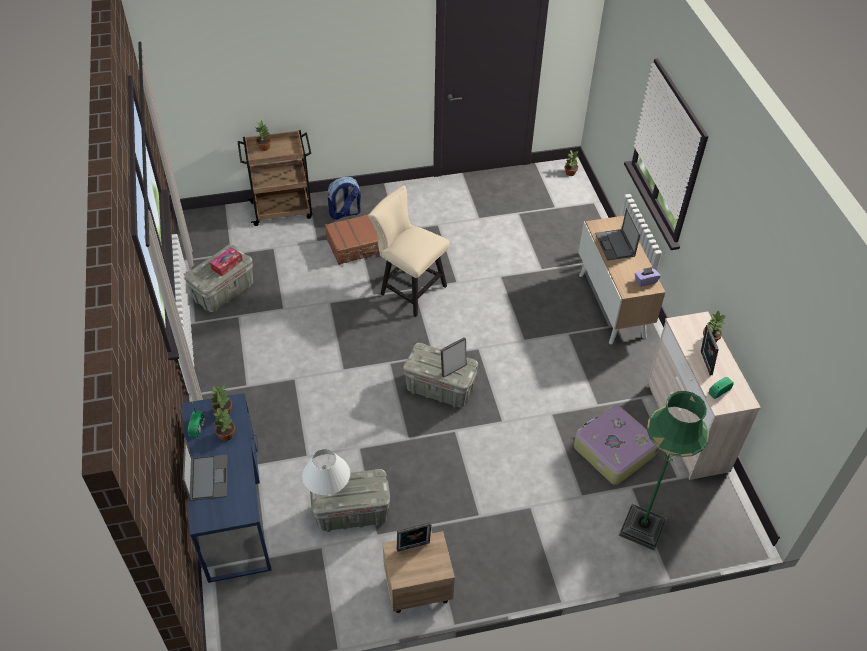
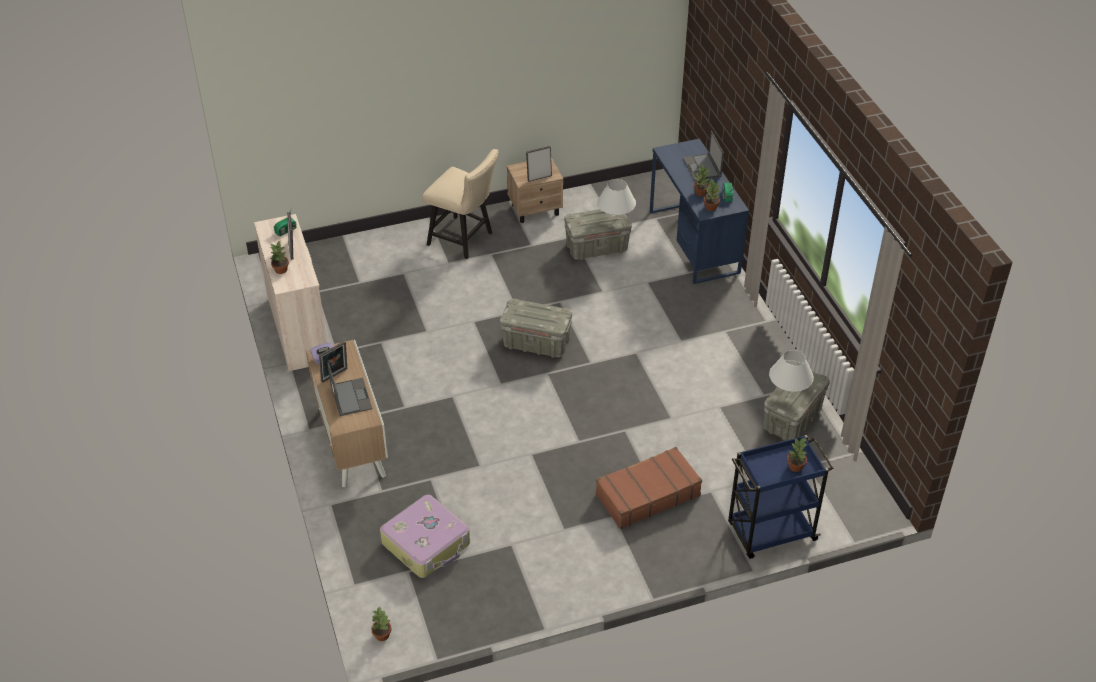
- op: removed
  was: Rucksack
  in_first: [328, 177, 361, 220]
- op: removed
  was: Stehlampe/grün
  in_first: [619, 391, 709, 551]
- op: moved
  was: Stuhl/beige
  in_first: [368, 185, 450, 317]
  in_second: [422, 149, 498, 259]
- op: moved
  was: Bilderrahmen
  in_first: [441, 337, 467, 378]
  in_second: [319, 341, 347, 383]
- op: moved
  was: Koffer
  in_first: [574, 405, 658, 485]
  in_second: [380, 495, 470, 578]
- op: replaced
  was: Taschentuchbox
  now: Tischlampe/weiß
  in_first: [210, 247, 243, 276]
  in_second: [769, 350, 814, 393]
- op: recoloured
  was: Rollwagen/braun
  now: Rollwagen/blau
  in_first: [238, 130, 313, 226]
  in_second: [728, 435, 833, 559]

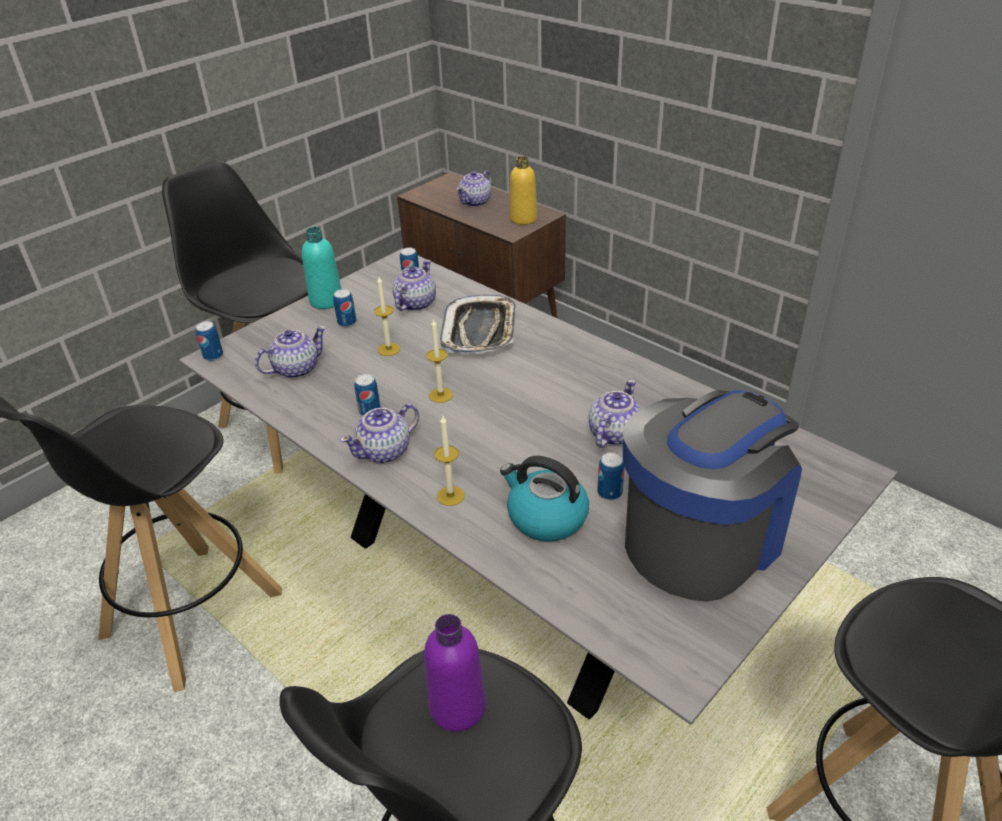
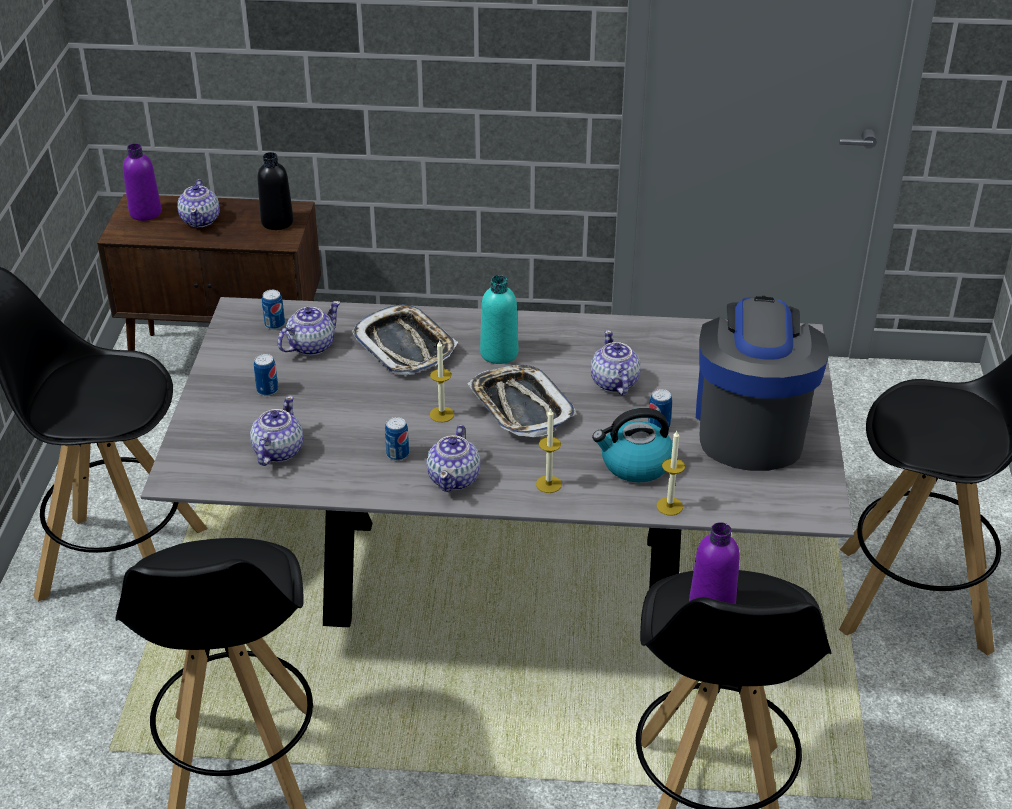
- op: removed
  was: Dose
  in_first: [196, 321, 223, 361]
- op: added
  now: Flasche/lila
  in_second: [123, 143, 162, 221]
- op: added
  now: Tablett
  in_second: [467, 365, 577, 437]
- op: moved
  was: Flasche/türkis
  in_first: [302, 227, 341, 309]
  in_second: [480, 275, 518, 364]
- op: moved
  was: Kerze
  in_first: [374, 277, 400, 356]
  in_second: [657, 431, 685, 515]
- op: recoloured
  was: Flasche/gelb
  now: Flasche/schwarz
  in_first: [510, 156, 537, 225]
  in_second: [258, 152, 294, 230]
- op: turned
  was: Teekanne
  in_first: [392, 260, 436, 311]
  in_second: [278, 301, 340, 355]
  clockwise: 60

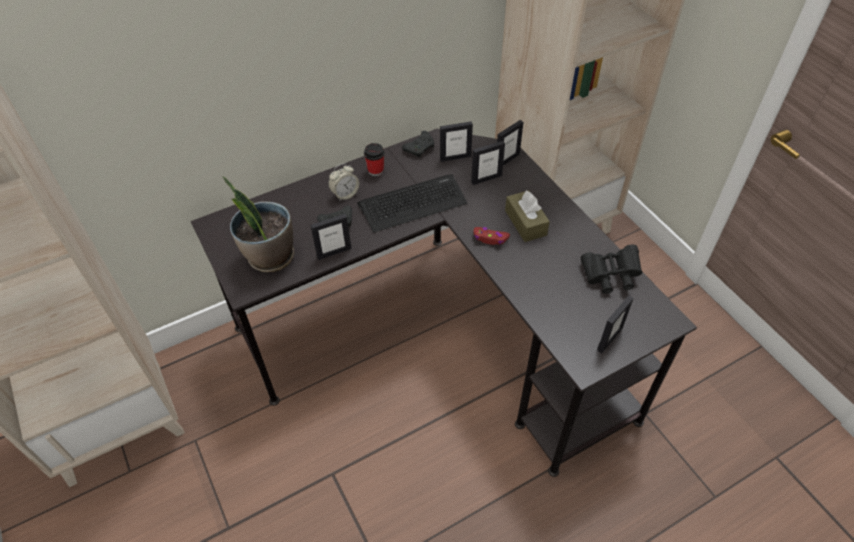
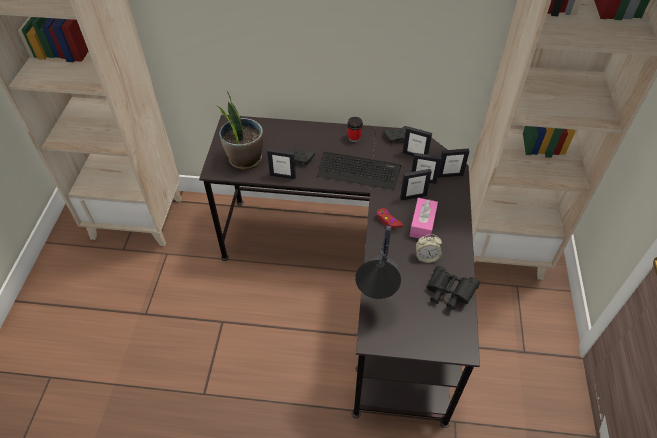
- op: added
  now: Tischlampe
  in_second: [355, 226, 401, 299]
- op: moved
  was: Wecker
  in_first: [328, 163, 359, 202]
  in_second: [416, 234, 442, 263]
- op: moved
  was: Bilderrahmen
  in_first: [597, 295, 634, 353]
  in_second: [400, 169, 432, 201]
- op: recoloured
  was: Taschentuchbox/braun
  now: Taschentuchbox/rosa
  in_first: [505, 190, 550, 242]
  in_second: [410, 198, 438, 238]

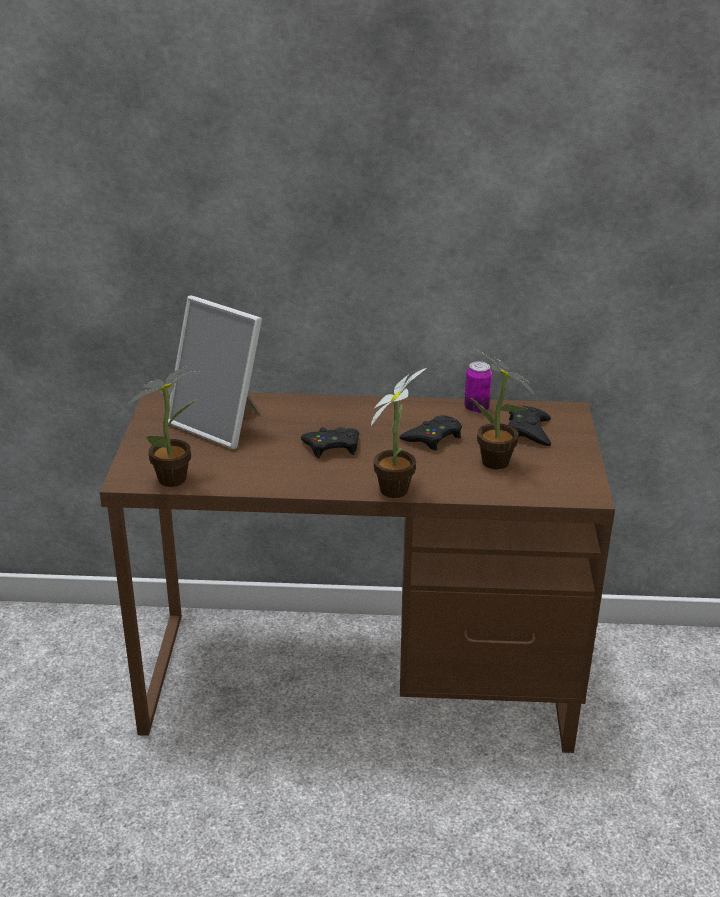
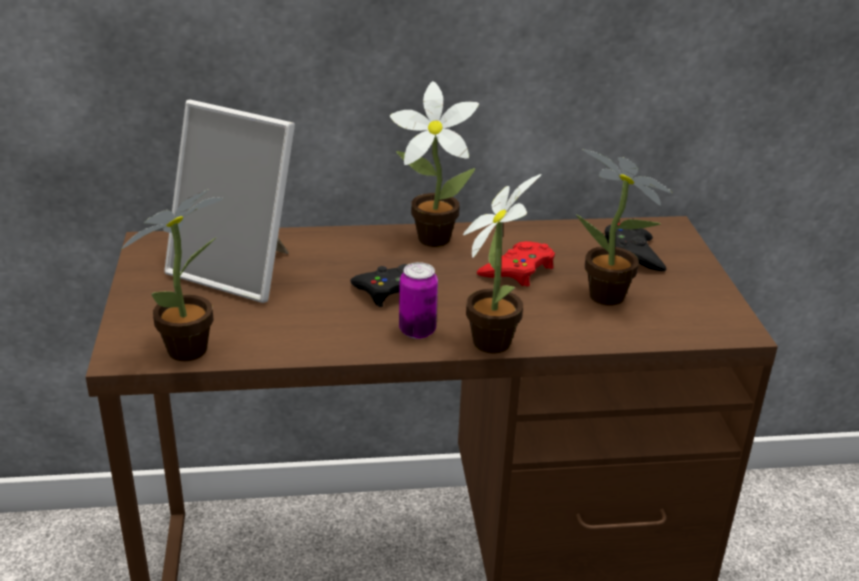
- op: added
  now: Topfpflanze
  in_second: [390, 81, 479, 247]
- op: moved
  was: Dose
  in_first: [464, 361, 492, 413]
  in_second: [399, 262, 438, 339]
- op: recoloured
  was: Gamepad/schwarz
  now: Gamepad/rot
  in_first: [400, 415, 462, 451]
  in_second: [477, 241, 555, 287]

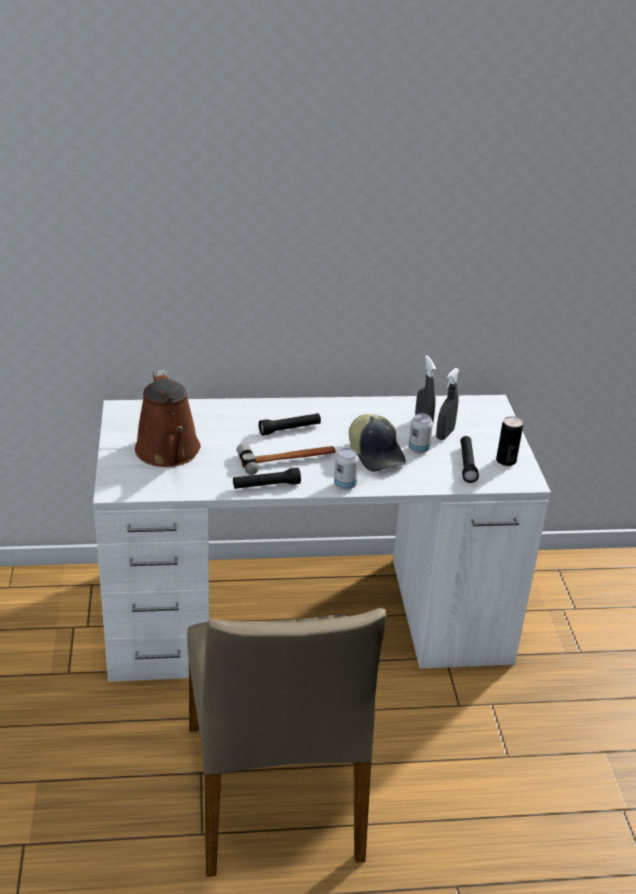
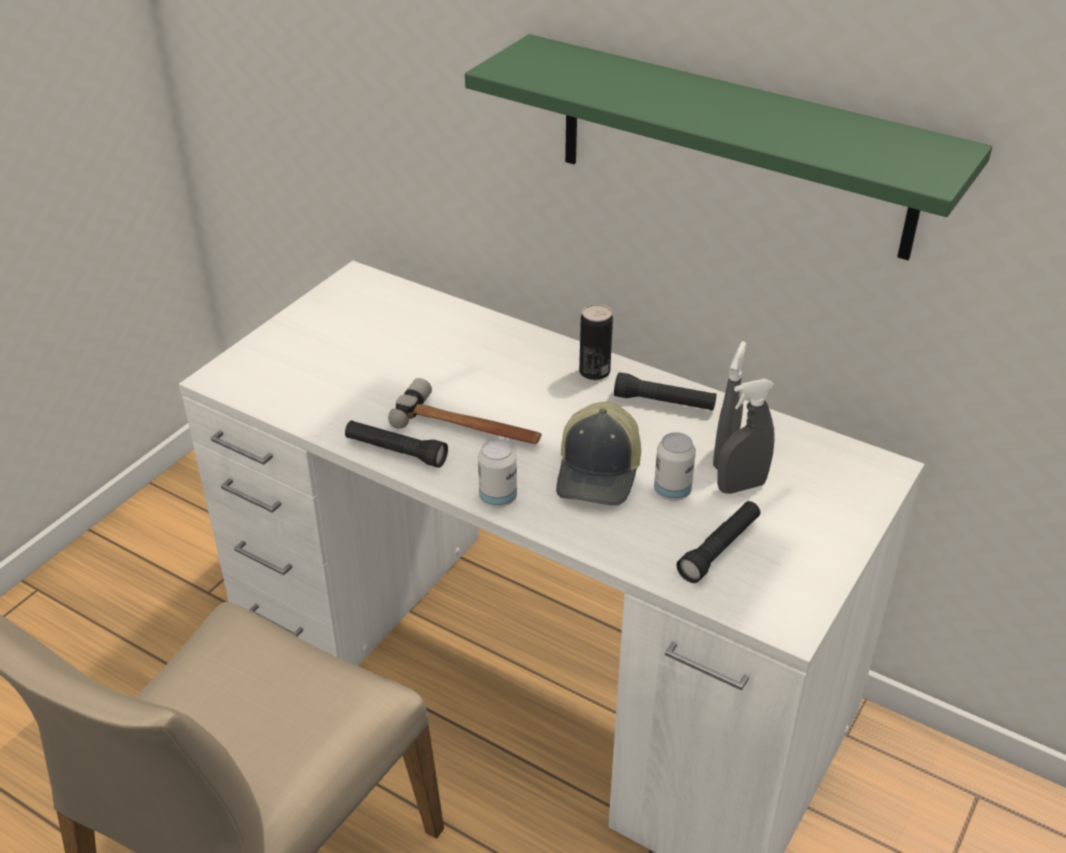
- op: removed
  was: Gießkanne/braun
  in_first: [135, 370, 201, 467]
- op: added
  now: Wandregal/grün
  in_second: [465, 34, 992, 260]
- op: moved
  was: Taschenlampe/schwarz
  in_first: [259, 413, 321, 436]
  in_second: [614, 372, 716, 411]
- op: moved
  was: Dose
  in_first: [496, 416, 523, 466]
  in_second: [579, 304, 613, 380]

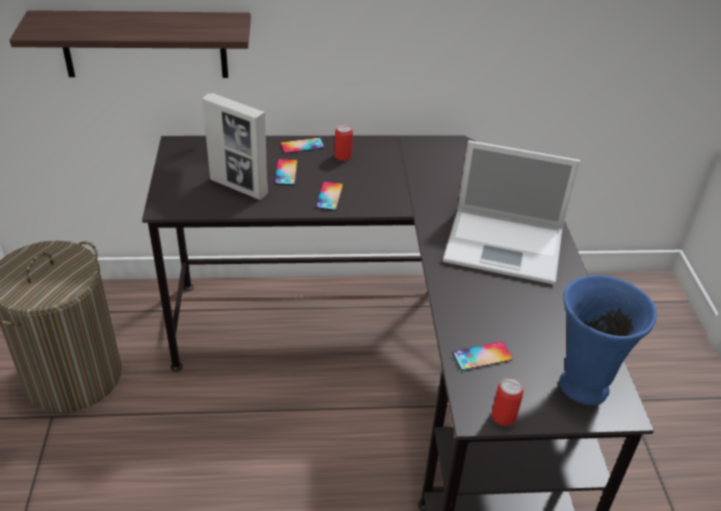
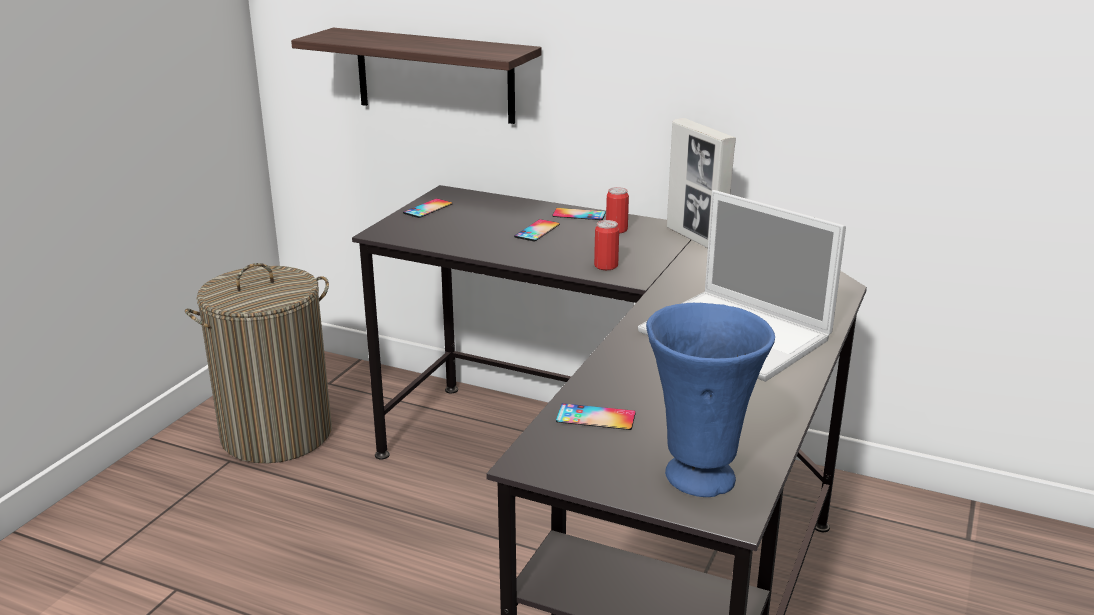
- op: moved
  was: Bilderrahmen
  in_first: [202, 92, 268, 200]
  in_second: [667, 118, 736, 248]
- op: moved
  was: Handy
  in_first: [315, 182, 343, 211]
  in_second: [403, 198, 453, 218]
- op: moved
  was: Dose
  in_first: [492, 377, 523, 426]
  in_second: [594, 220, 619, 270]

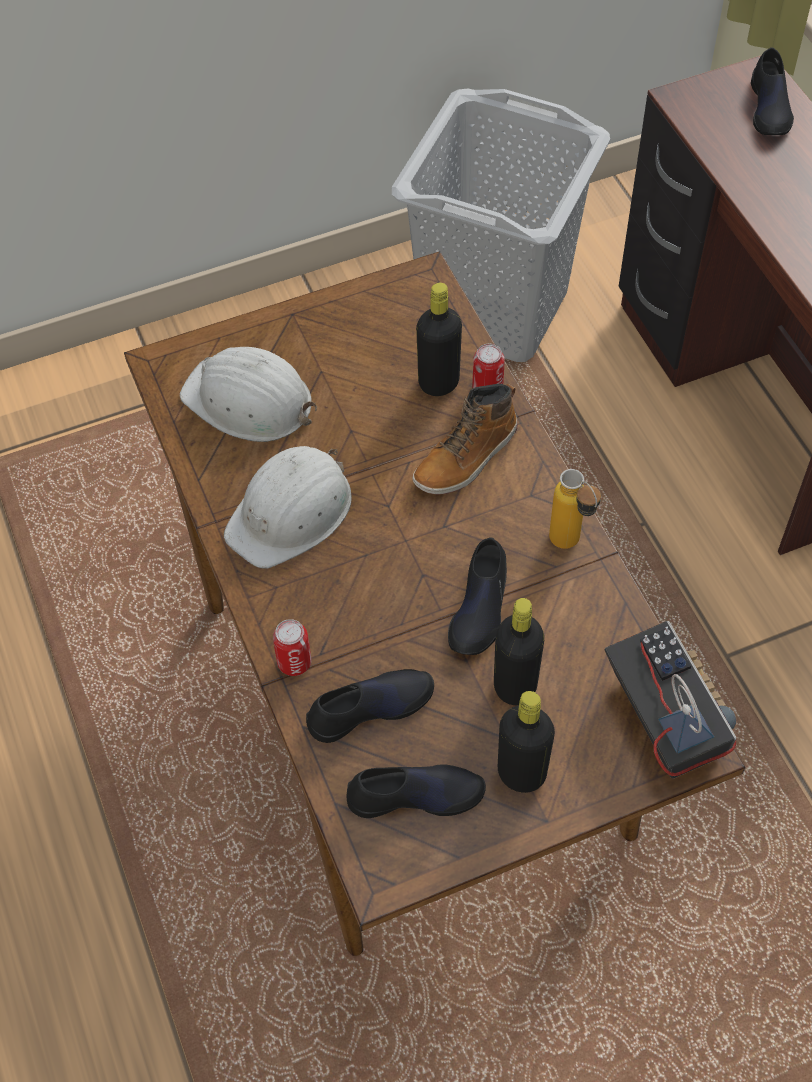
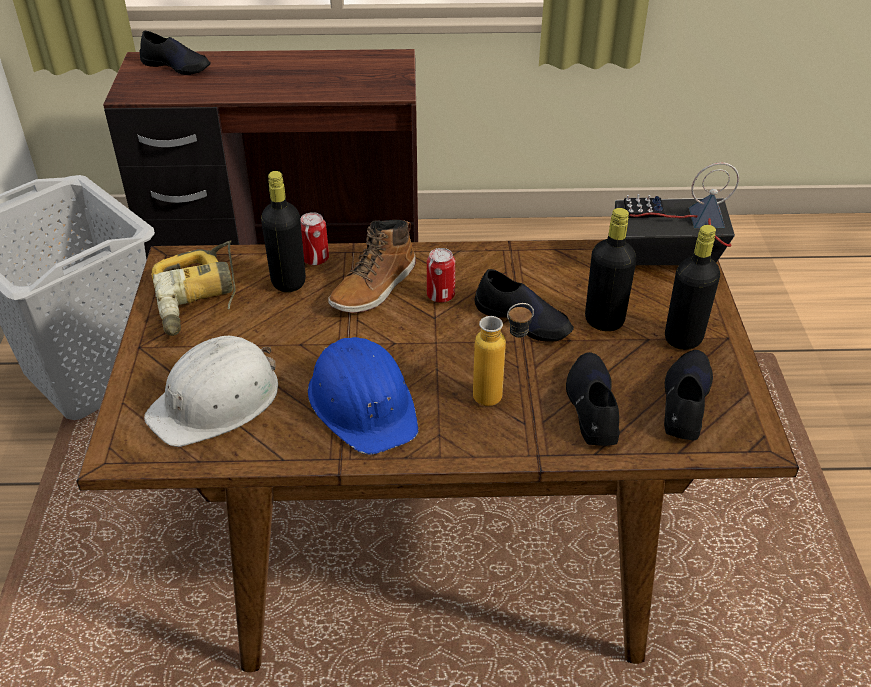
- op: added
  now: Bohrmaschine
  in_second: [151, 240, 236, 336]
- op: moved
  was: Dose
  in_first: [273, 619, 312, 676]
  in_second: [427, 248, 455, 303]
- op: moved
  was: Flasche
  in_first: [549, 469, 601, 549]
  in_second: [473, 303, 534, 406]
- op: recoloured
  was: Schutzhelm/weiß
  now: Schutzhelm/blau
  in_first: [224, 446, 352, 569]
  in_second: [308, 337, 418, 454]
- op: turned
  was: Stiefel
  in_first: [412, 384, 518, 495]
  in_second: [328, 220, 416, 313]
  clockwise: 60

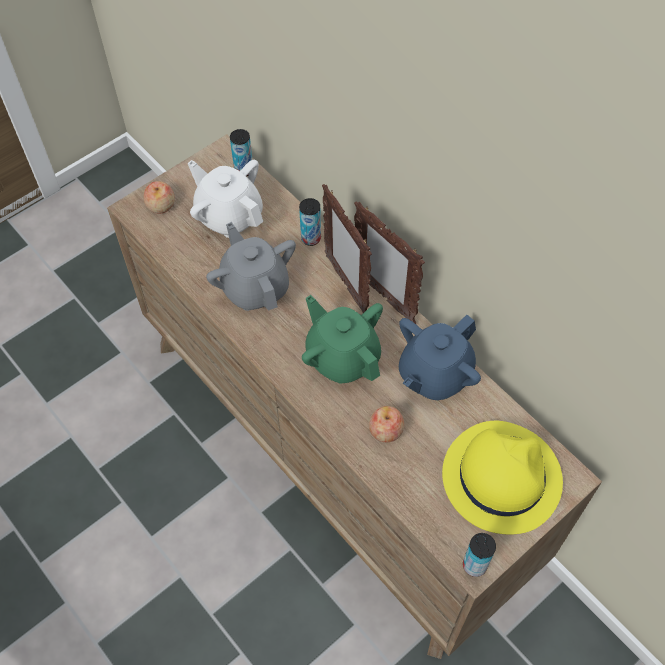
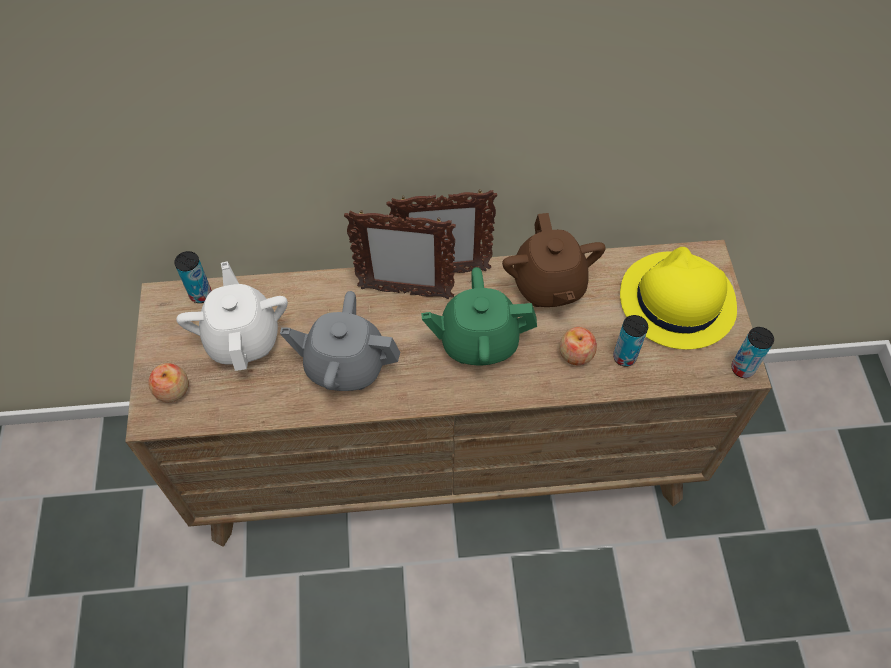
- op: moved
  was: Dose
  in_first: [299, 198, 321, 246]
  in_second: [613, 315, 648, 367]
- op: recoloured
  was: Teekanne/blau
  now: Teekanne/braun
  in_first: [399, 315, 481, 400]
  in_second: [502, 213, 606, 307]
- op: turned
  was: Teekanne/weiß
  in_first: [188, 160, 263, 238]
  in_second: [176, 261, 288, 371]
  clockwise: 90

